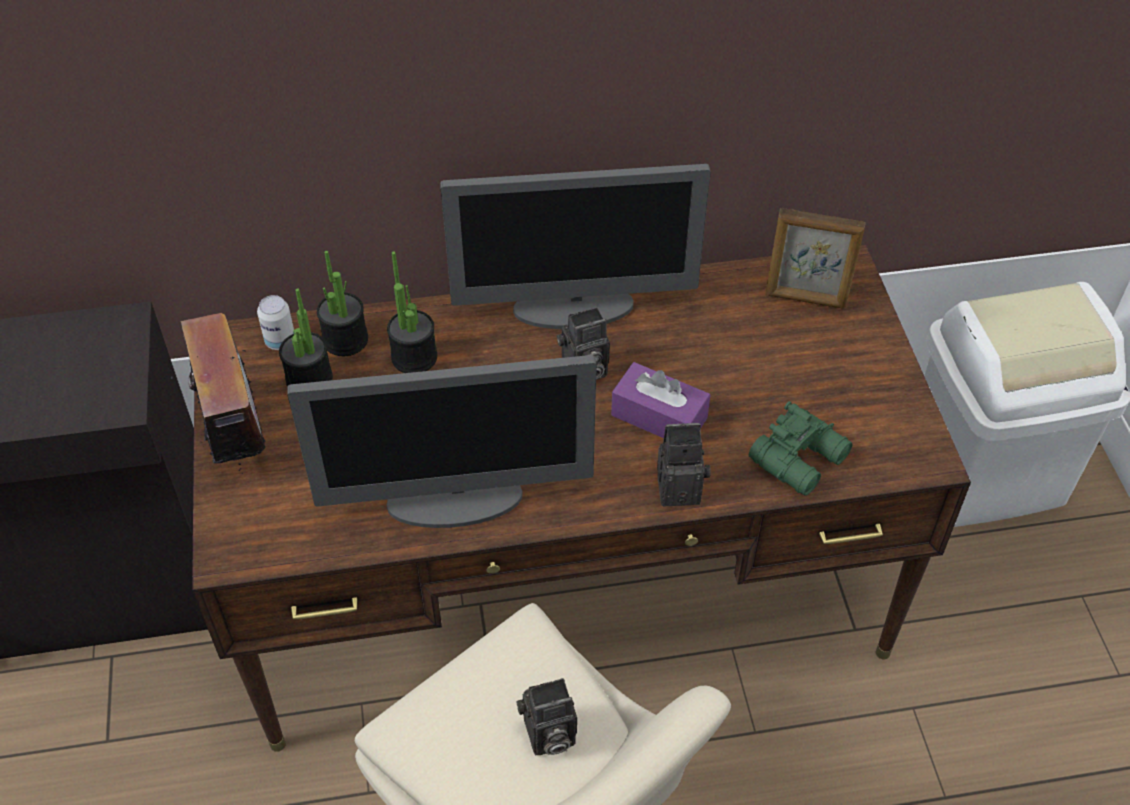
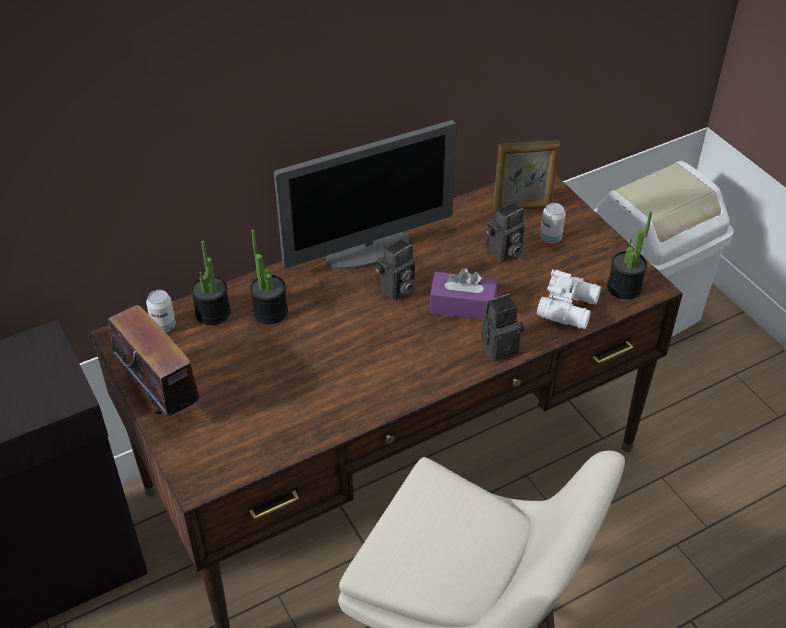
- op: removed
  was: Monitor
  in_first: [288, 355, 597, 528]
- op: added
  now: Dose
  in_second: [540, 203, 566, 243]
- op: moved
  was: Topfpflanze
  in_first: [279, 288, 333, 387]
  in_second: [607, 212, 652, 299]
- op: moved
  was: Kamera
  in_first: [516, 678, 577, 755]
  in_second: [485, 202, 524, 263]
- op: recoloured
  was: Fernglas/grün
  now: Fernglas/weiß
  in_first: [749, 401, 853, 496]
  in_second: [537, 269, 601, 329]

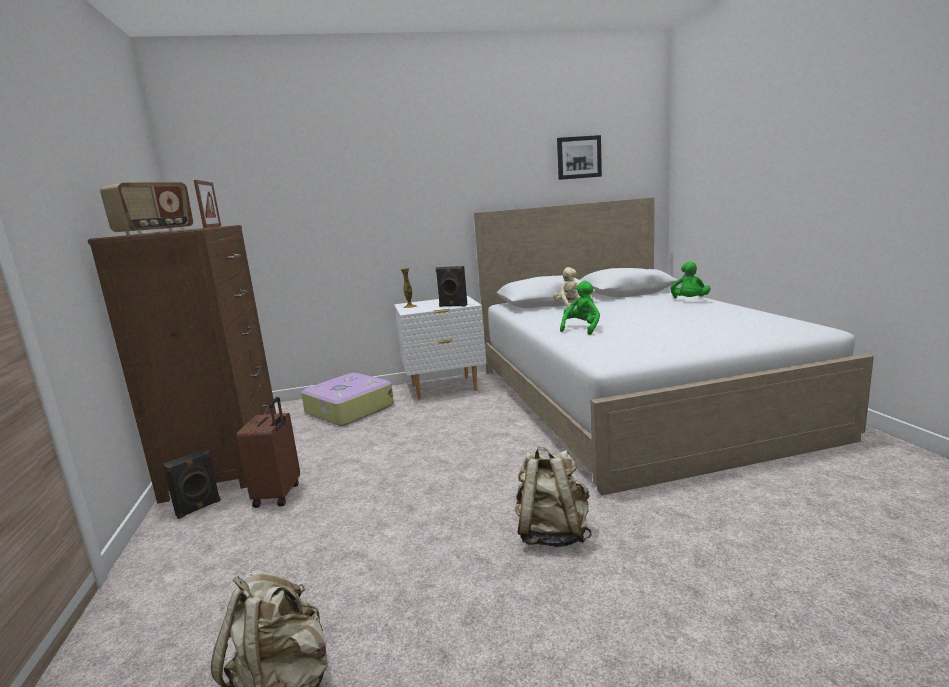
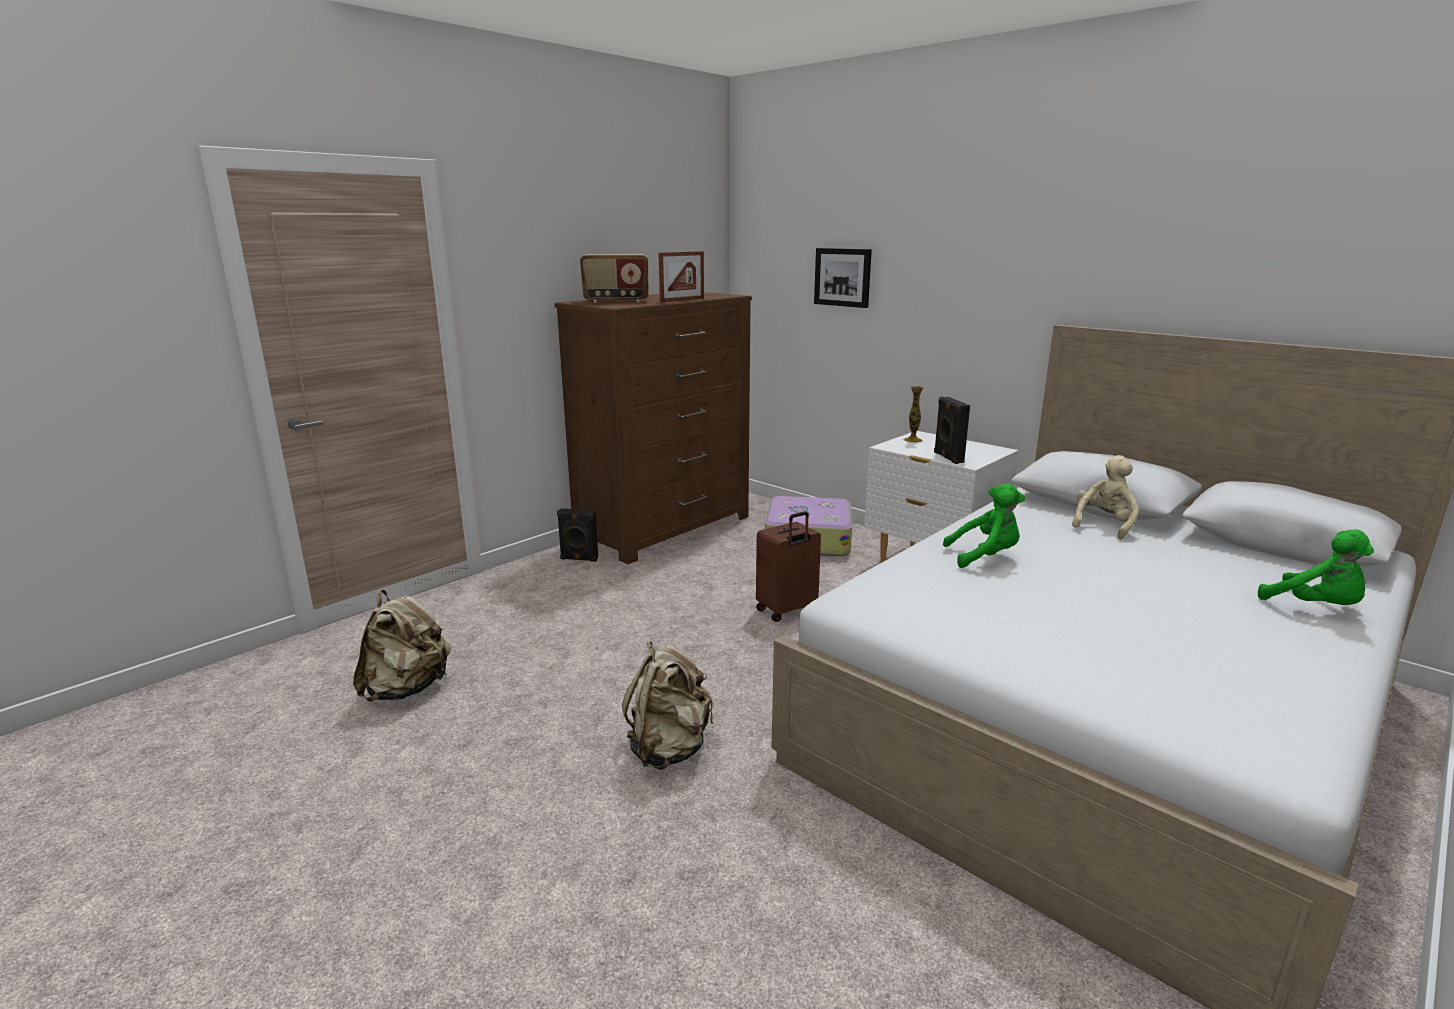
- op: moved
  was: Koffer/braun
  in_first: [237, 397, 300, 508]
  in_second: [756, 511, 821, 622]
- op: moved
  was: Bild
  in_first: [557, 135, 602, 180]
  in_second: [814, 248, 872, 308]
- op: turned
  was: Plüschtier/grün
  in_first: [671, 261, 711, 298]
  in_second: [1258, 529, 1374, 605]
  clockwise: -105

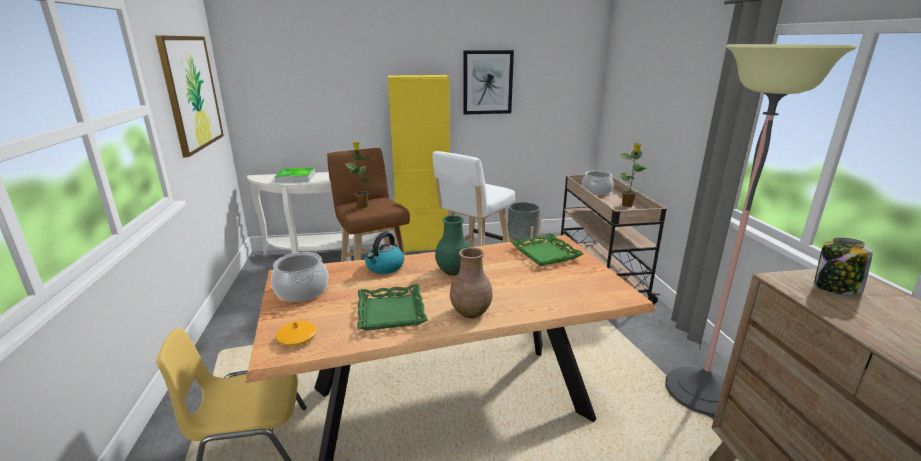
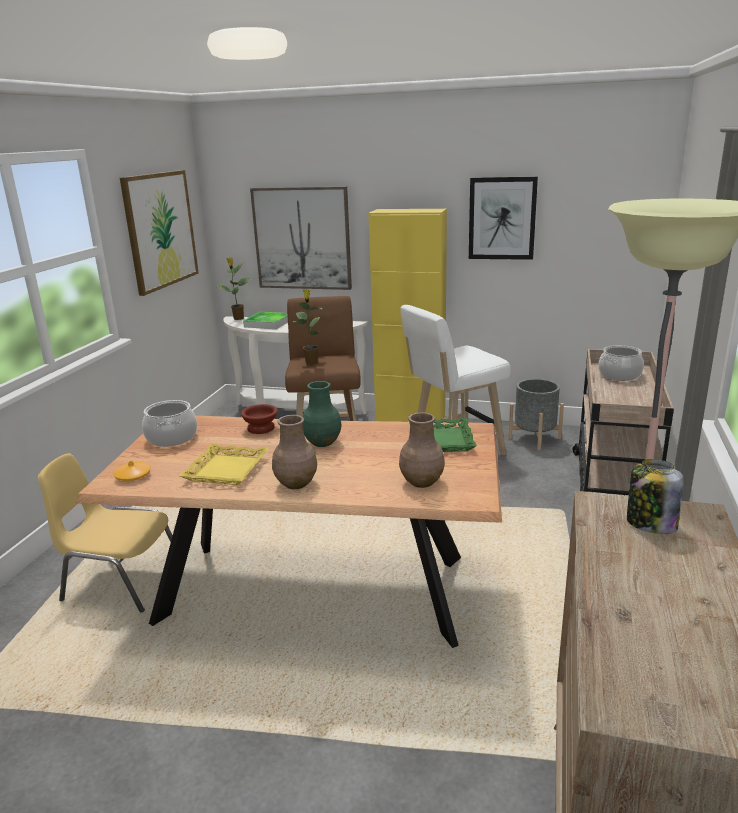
- op: added
  now: Bild
  in_second: [250, 186, 352, 290]
- op: added
  now: Vase/braun
  in_second: [399, 412, 445, 488]
- op: moved
  was: Topfpflanze
  in_first: [619, 143, 646, 207]
  in_second: [215, 257, 253, 320]
- op: replaced
  was: Wasserkessel
  now: Schüssel/braun
  in_first: [365, 232, 404, 274]
  in_second: [241, 404, 278, 434]
- op: recoloured
  was: Tablett/grün
  now: Tablett/gelb
  in_first: [357, 284, 428, 330]
  in_second: [179, 444, 268, 485]

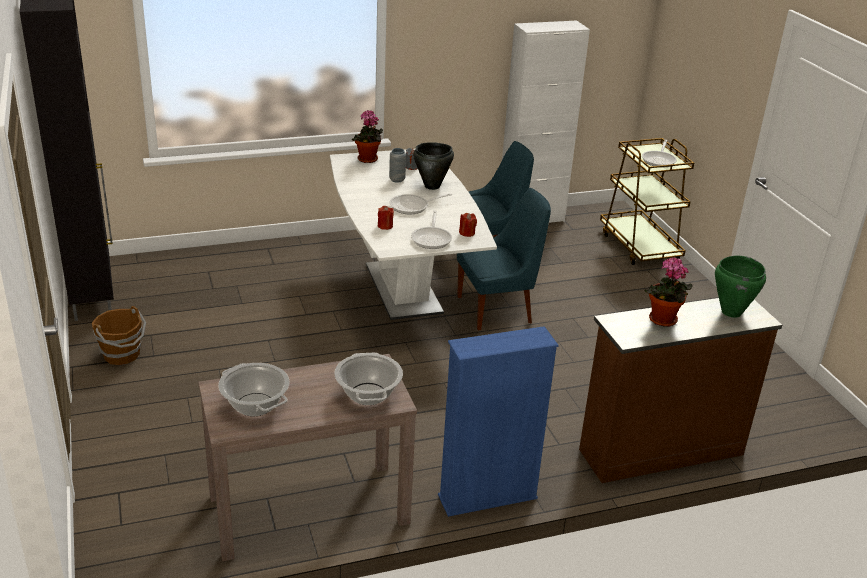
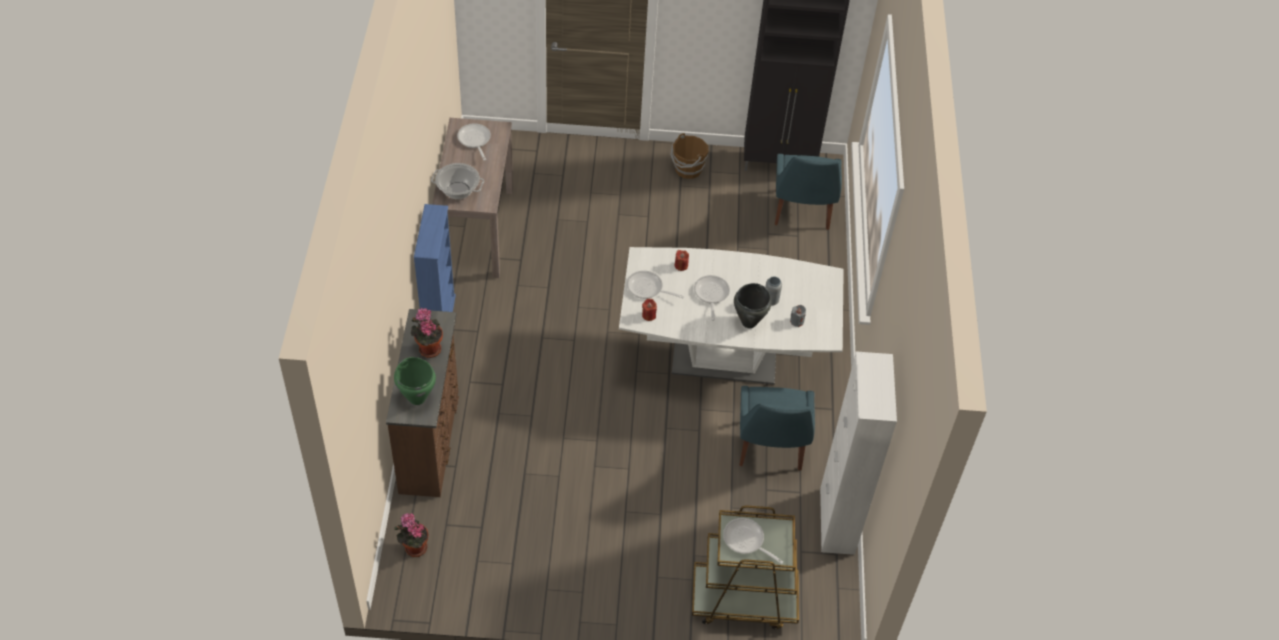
- op: moved
  was: Topfpflanze
  in_first: [352, 110, 383, 163]
  in_second: [394, 513, 429, 557]
- op: moved
  was: Stuhl/blau
  in_first: [457, 188, 551, 330]
  in_second: [775, 154, 842, 230]
- op: replaced
  was: Kochtopf
  now: Pfanne
  in_first: [218, 363, 289, 416]
  in_second: [457, 124, 491, 161]

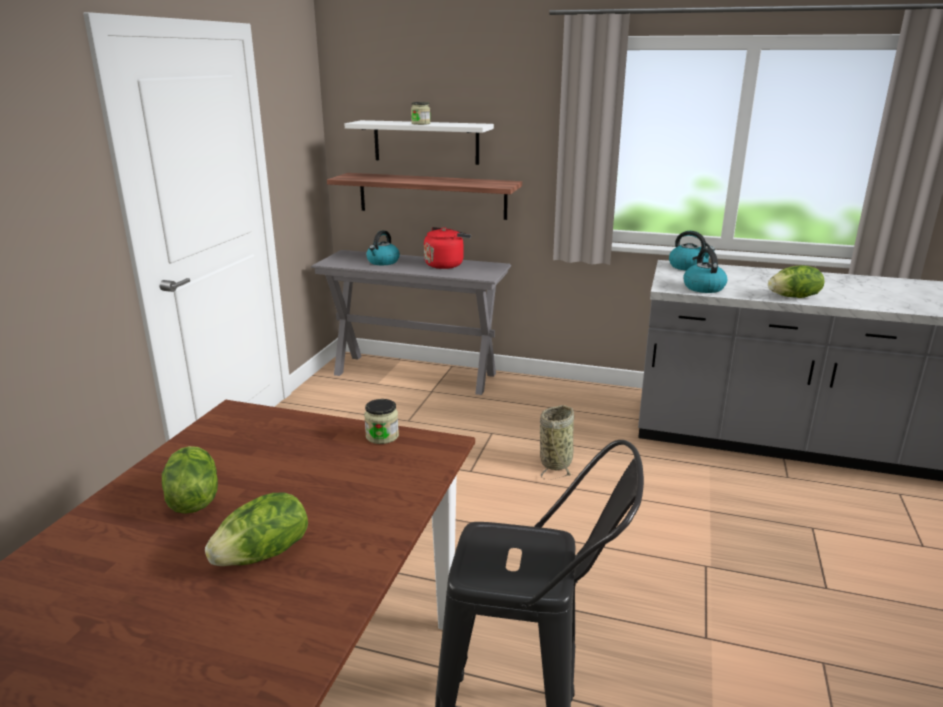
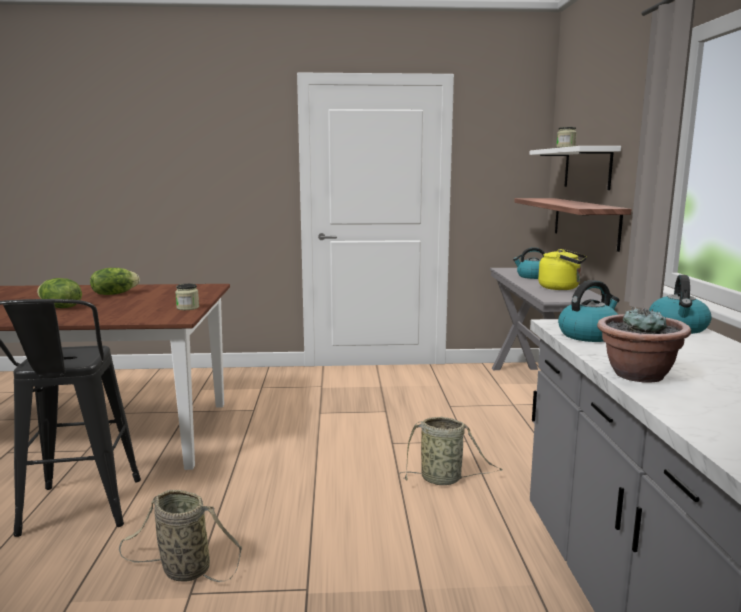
- op: added
  now: Korb
  in_second: [119, 490, 242, 582]
- op: replaced
  was: Salatkopf
  now: Topfpflanze
  in_first: [768, 265, 825, 298]
  in_second: [597, 306, 691, 383]
- op: recoloured
  was: Wasserkessel/rot
  now: Wasserkessel/gelb
  in_first: [424, 227, 471, 269]
  in_second: [538, 249, 587, 290]

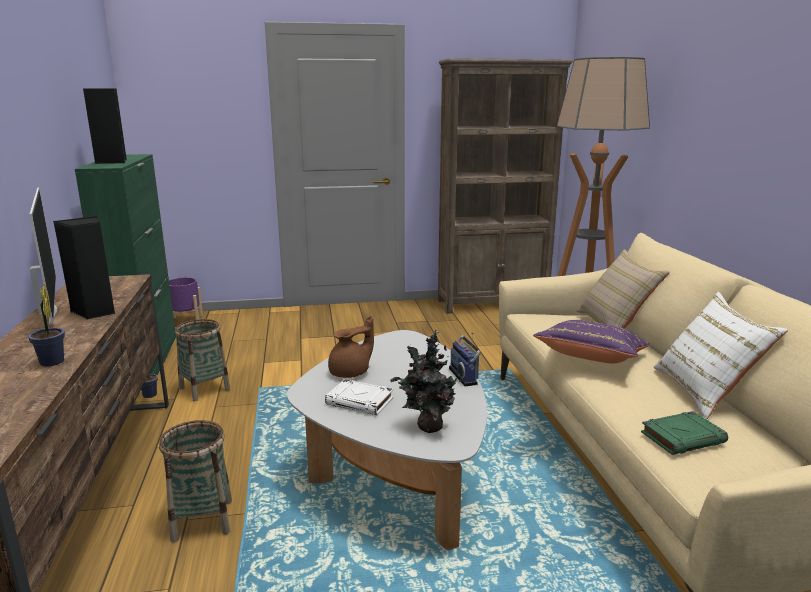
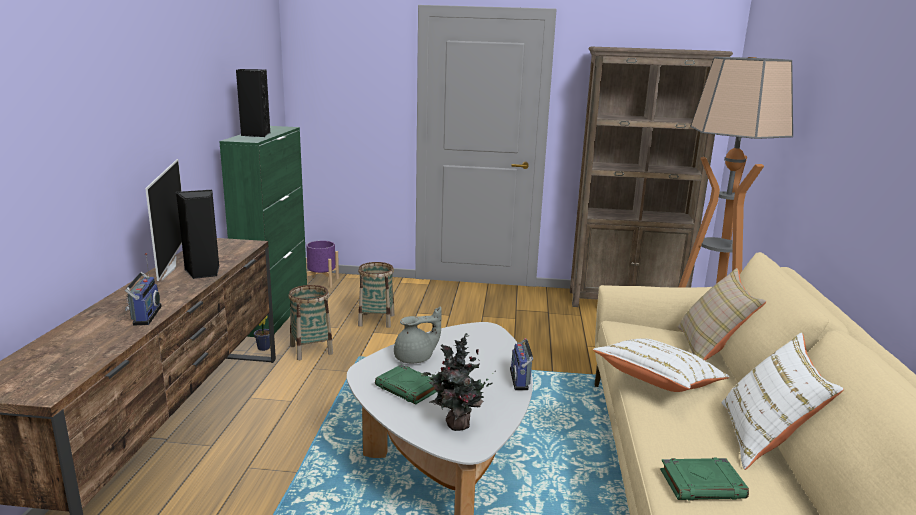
- op: moved
  was: Korb
  in_first: [159, 420, 232, 543]
  in_second: [358, 262, 395, 328]
- op: replaced
  was: Topfpflanze
  now: Radio
  in_first: [28, 283, 65, 367]
  in_second: [125, 253, 162, 326]
- op: recoloured
  was: Buch/weiß
  now: Buch/grün
  in_first: [325, 379, 394, 415]
  in_second: [375, 364, 437, 405]
- op: recoloured
  was: Teekanne/braun
  now: Teekanne/grau
  in_first: [328, 316, 374, 378]
  in_second: [394, 307, 442, 363]
- op: recoloured
  was: Kissen/lila
  now: Kissen/weiß
  in_first: [533, 320, 650, 363]
  in_second: [593, 338, 730, 392]

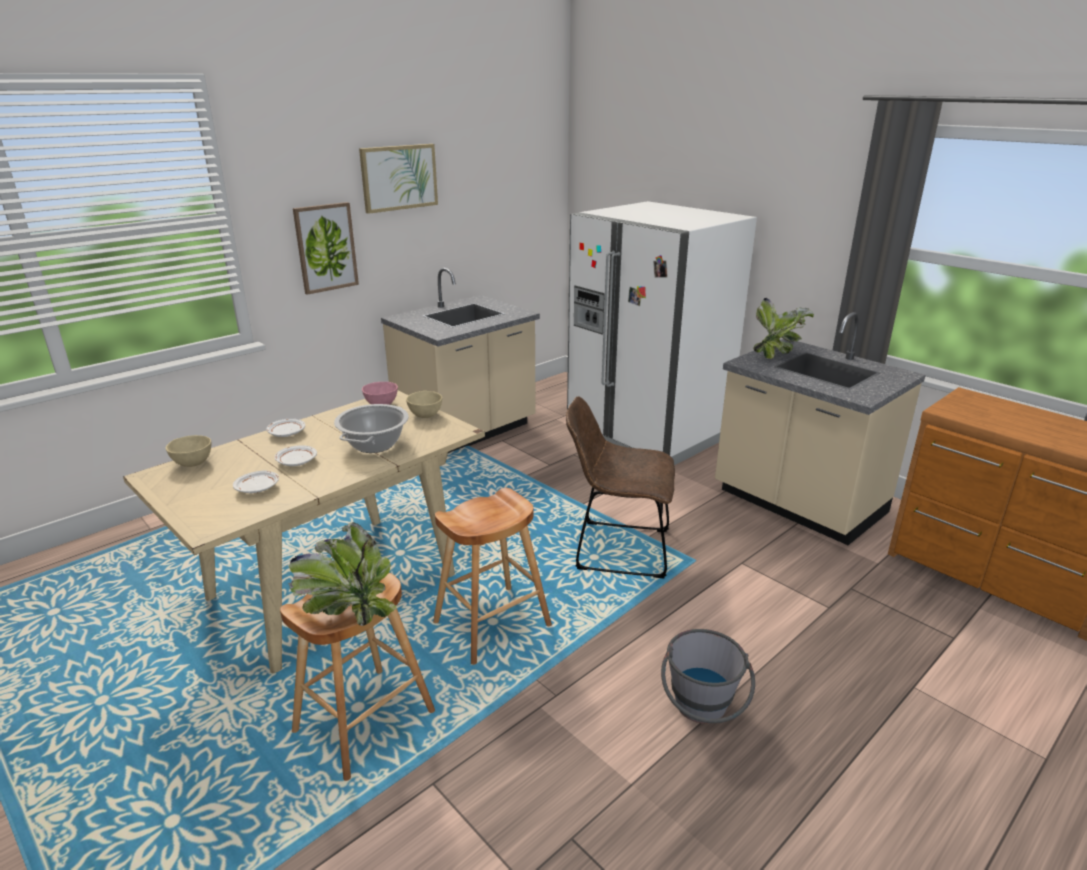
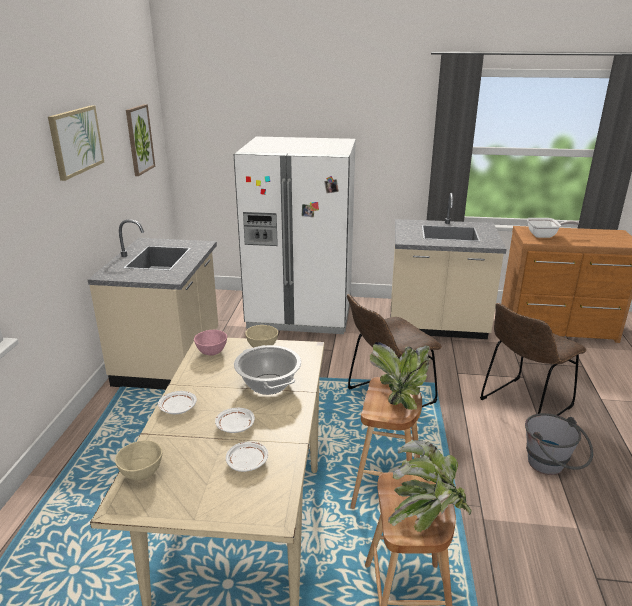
- op: added
  now: Stuhl/braun
  in_second: [480, 303, 587, 416]
- op: added
  now: Pfanne
  in_second: [527, 218, 579, 238]
- op: moved
  was: Bild
  in_first: [293, 202, 359, 295]
  in_second: [126, 104, 155, 176]
- op: moved
  was: Topfpflanze
  in_first: [753, 298, 814, 359]
  in_second: [370, 342, 430, 410]

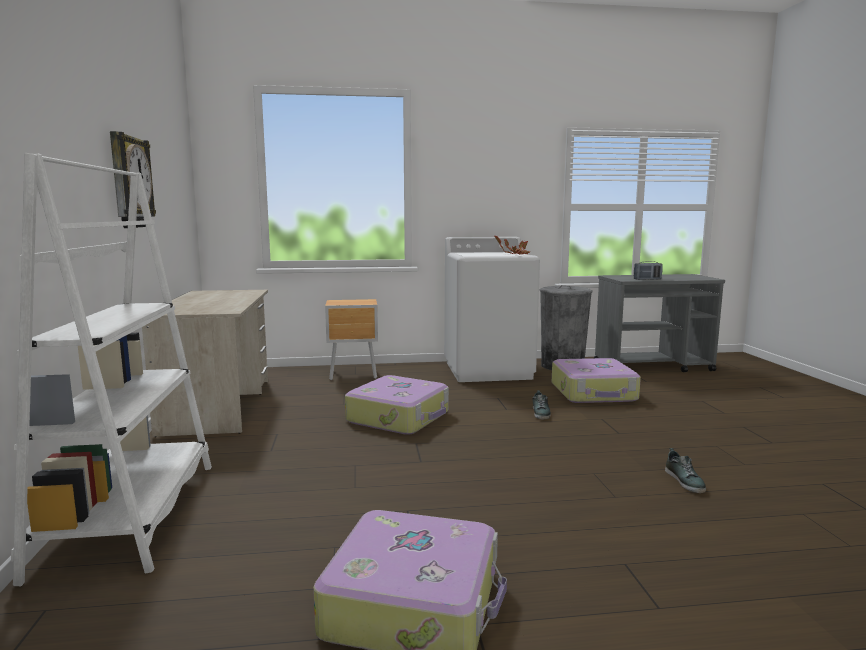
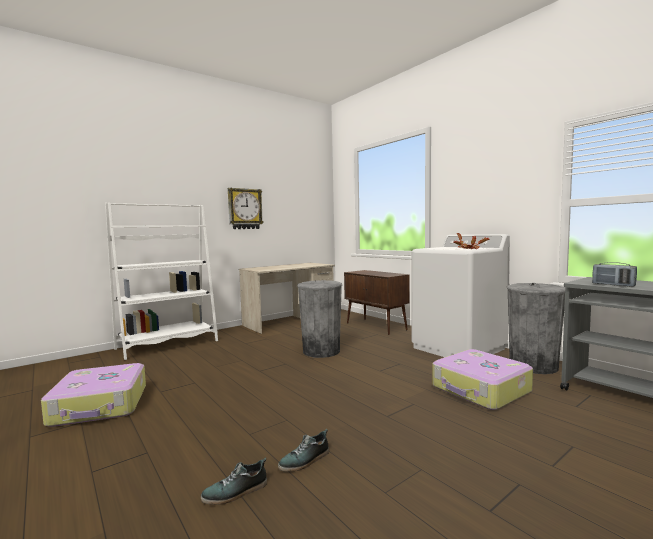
- op: moved
  was: Schuh
  in_first: [532, 390, 551, 419]
  in_second: [201, 458, 267, 505]
- op: replaced
  was: Nachttisch/braun
  now: Schrank/braun
  in_first: [325, 299, 378, 380]
  in_second: [344, 270, 410, 335]
- op: replaced
  was: Koffer
  now: Mülleimer/grau
  in_first: [345, 375, 449, 435]
  in_second: [297, 280, 342, 358]

